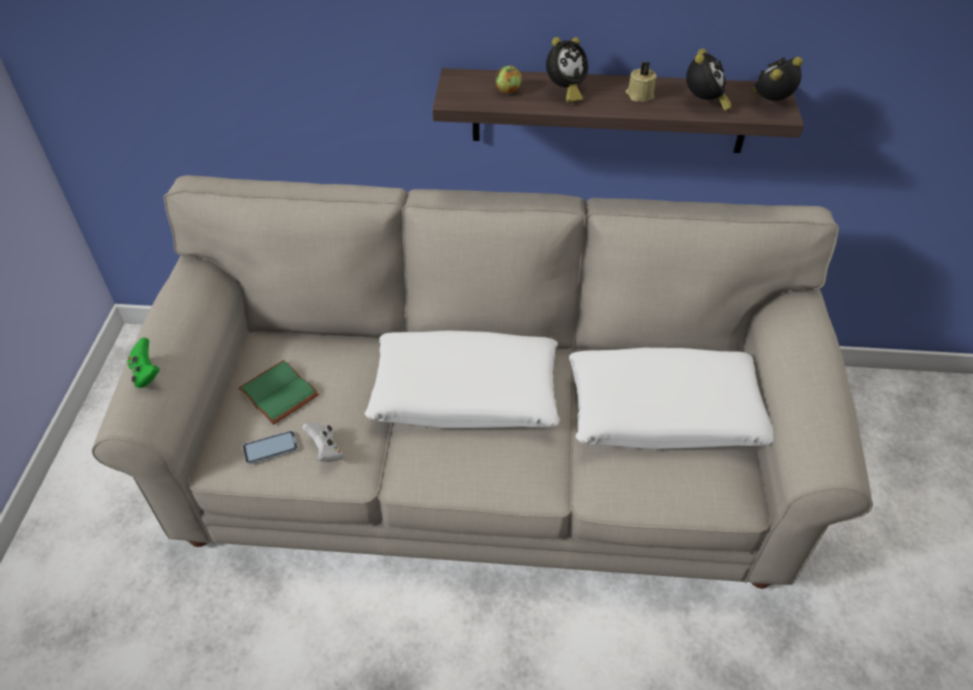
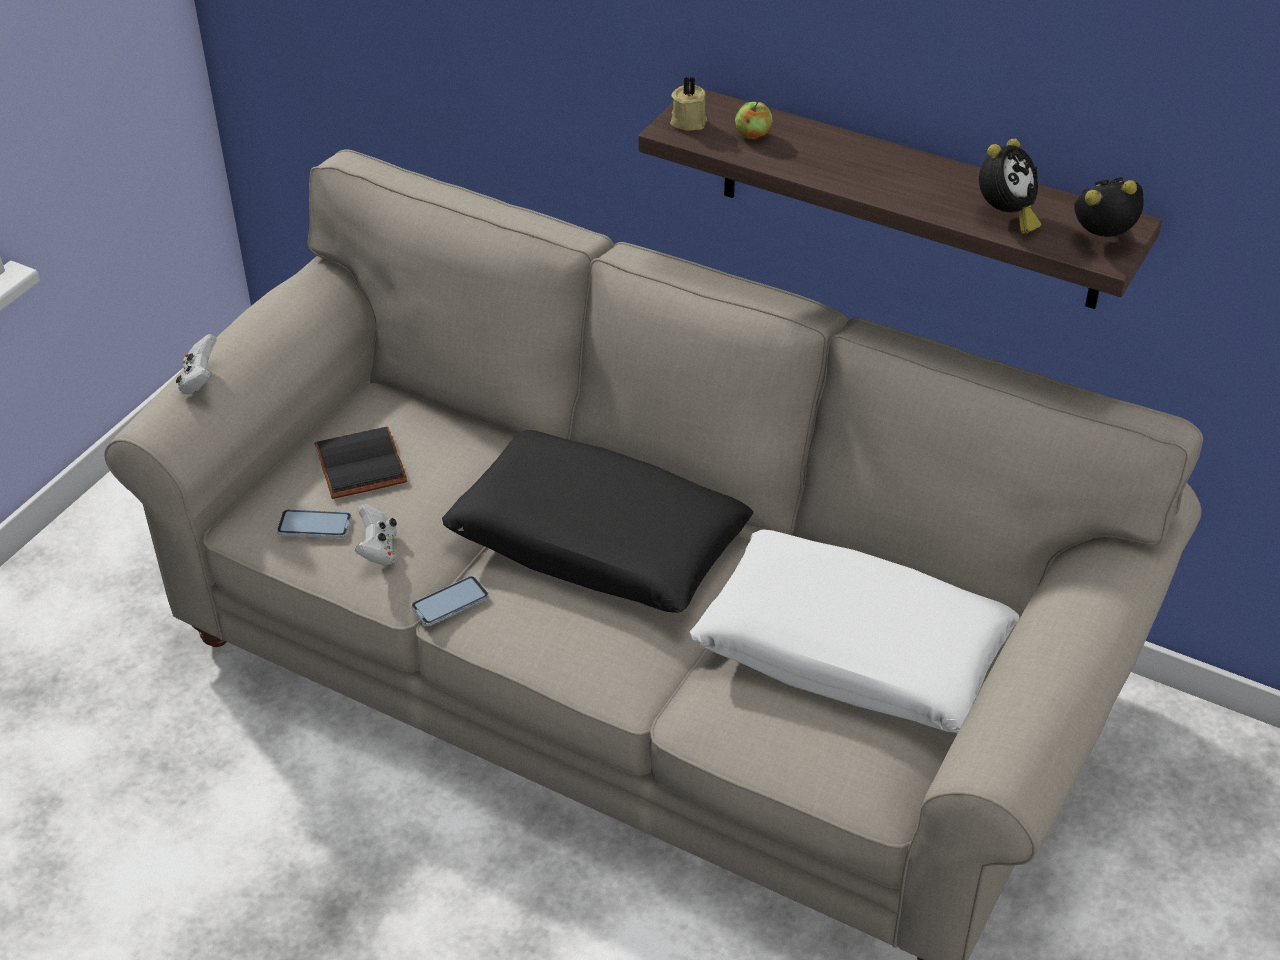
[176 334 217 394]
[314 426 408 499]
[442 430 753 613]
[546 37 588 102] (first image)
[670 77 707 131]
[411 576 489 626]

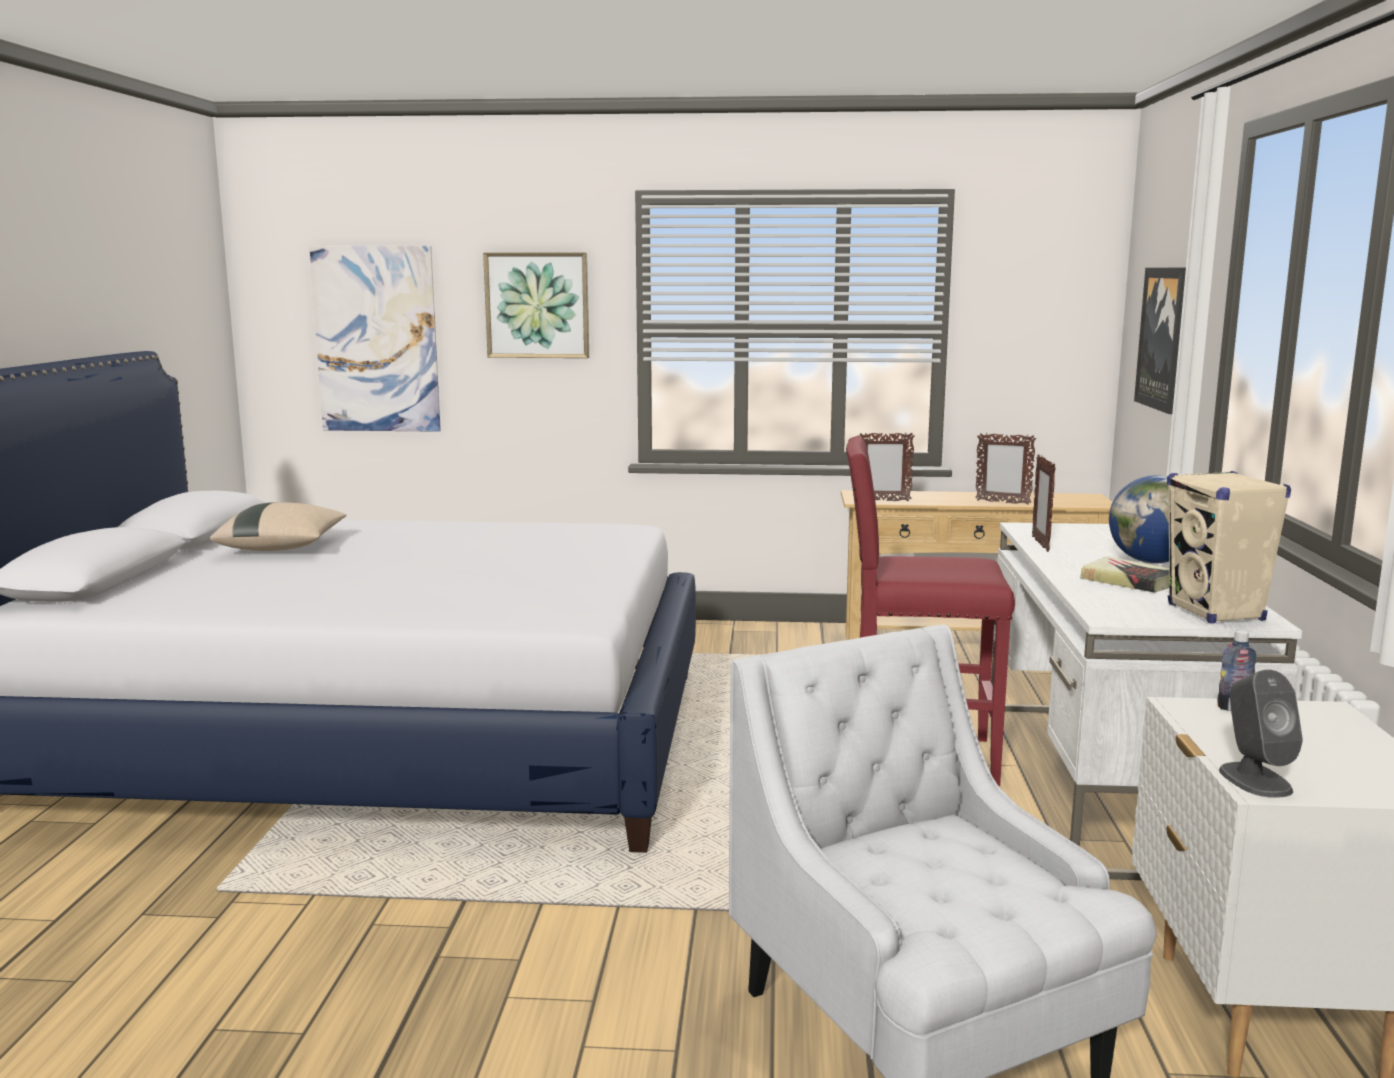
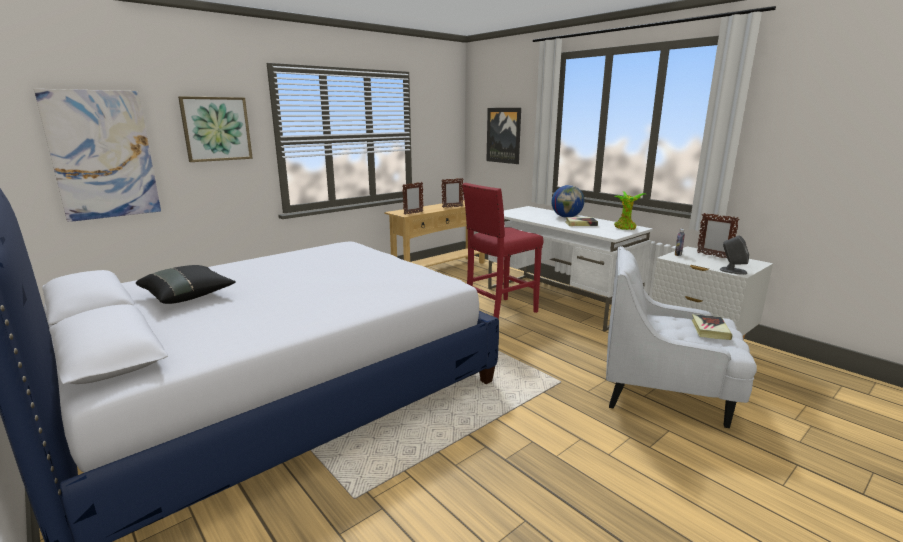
[136 265 236 304]
[697 213 740 258]
[614 191 645 230]
[692 314 732 340]

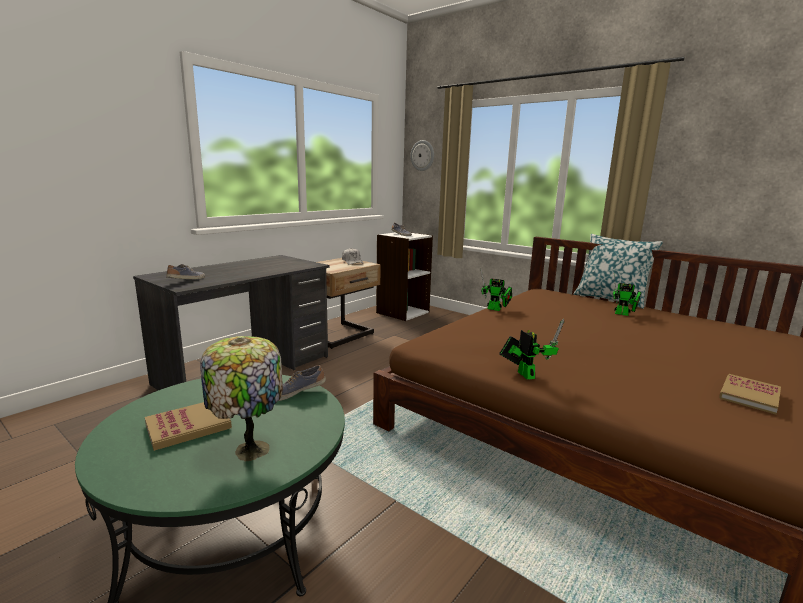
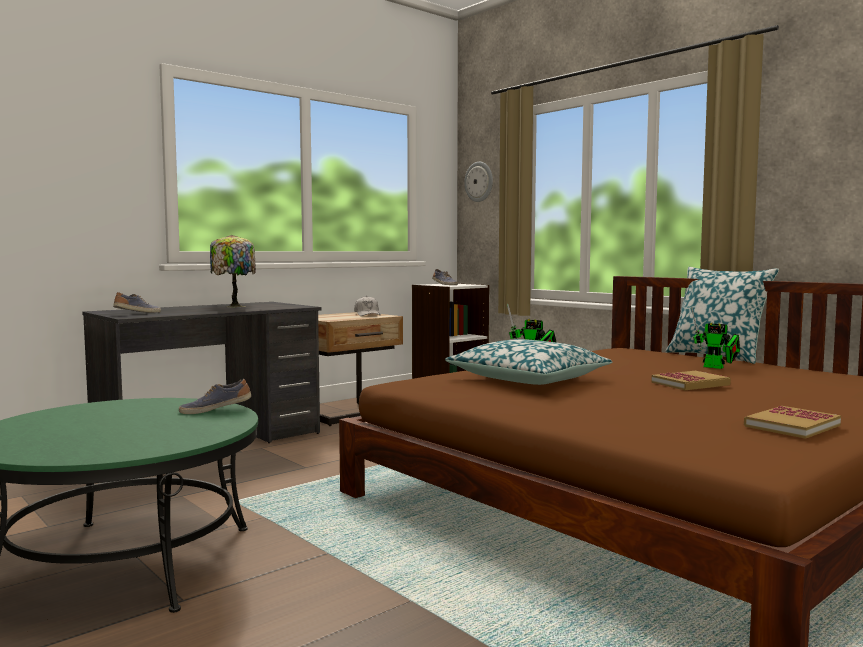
[651 371 731 390]
[210 235 256 307]
[499 319 564 380] (first image)
[445 339 613 385]

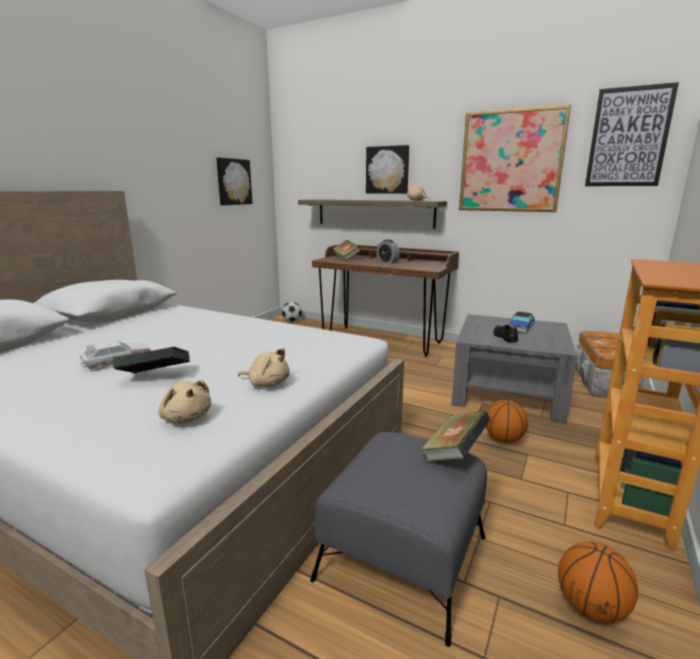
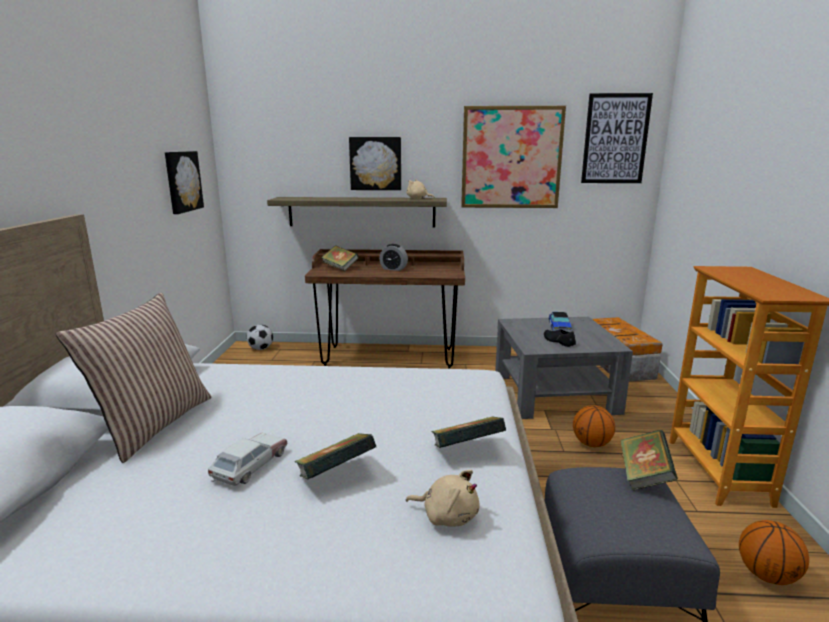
[431 416 506 448]
[56 293 211 463]

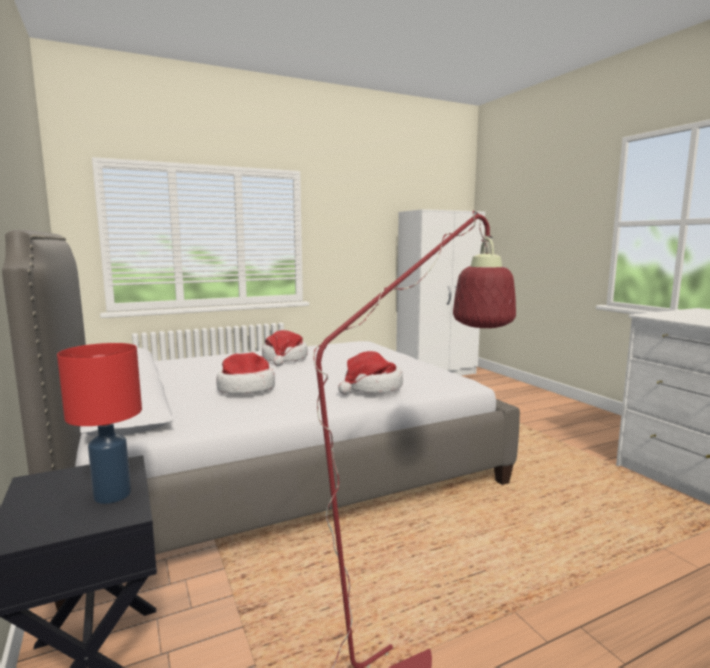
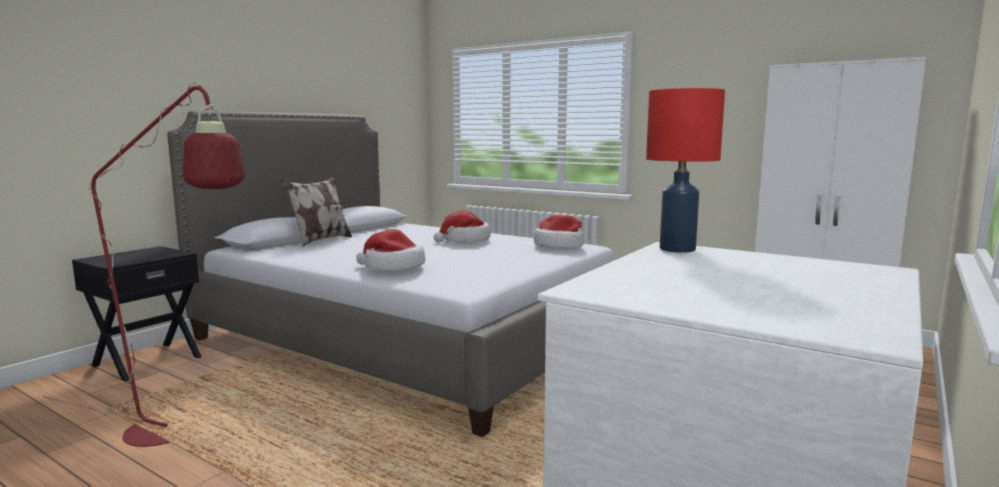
[646 88 725 253]
[534 214 584 248]
[280 177 352 247]

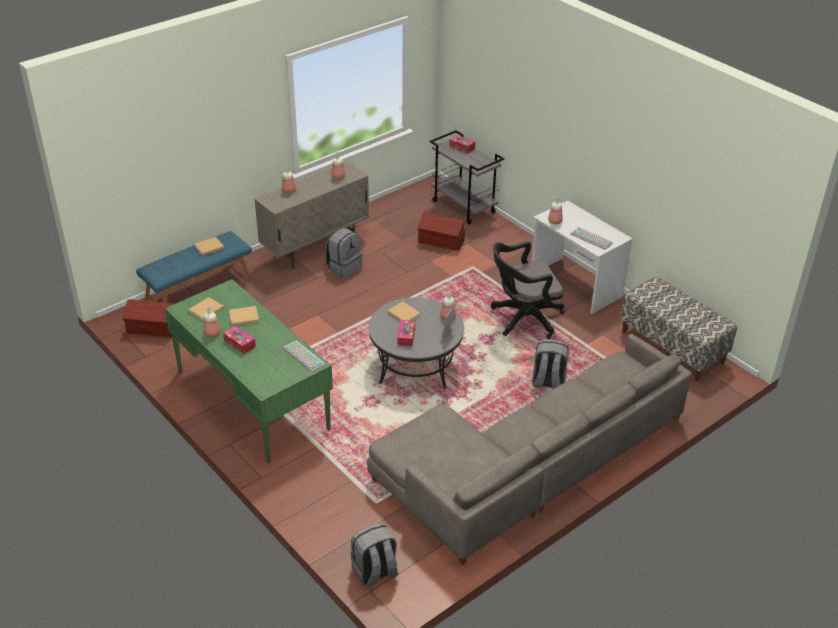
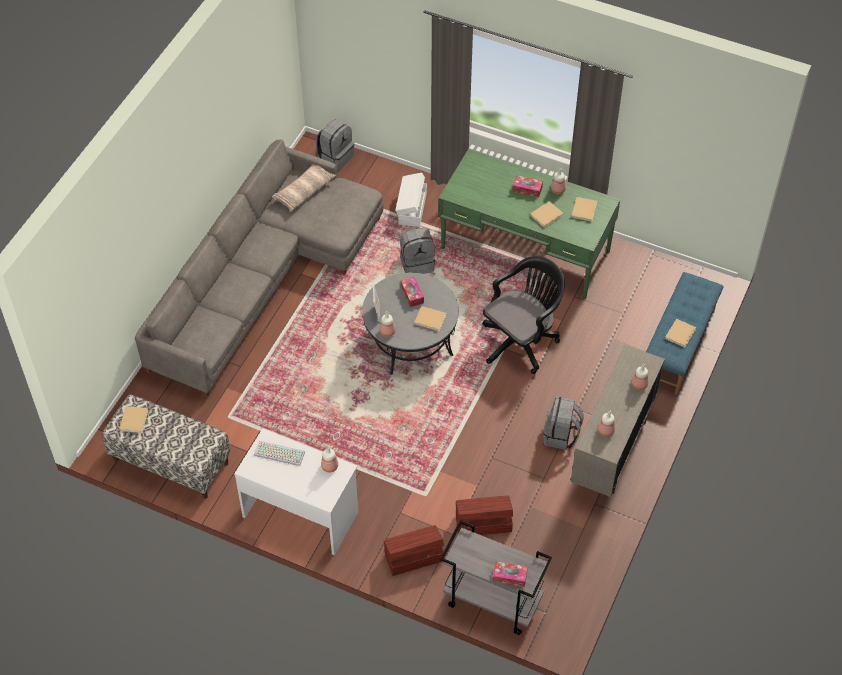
[384 525 444 576]
[283 340 325 372] (first image)
[482 256 565 374]
[400 228 435 274]
[119 406 148 433]
[272 164 336 212]
[395 173 427 227]

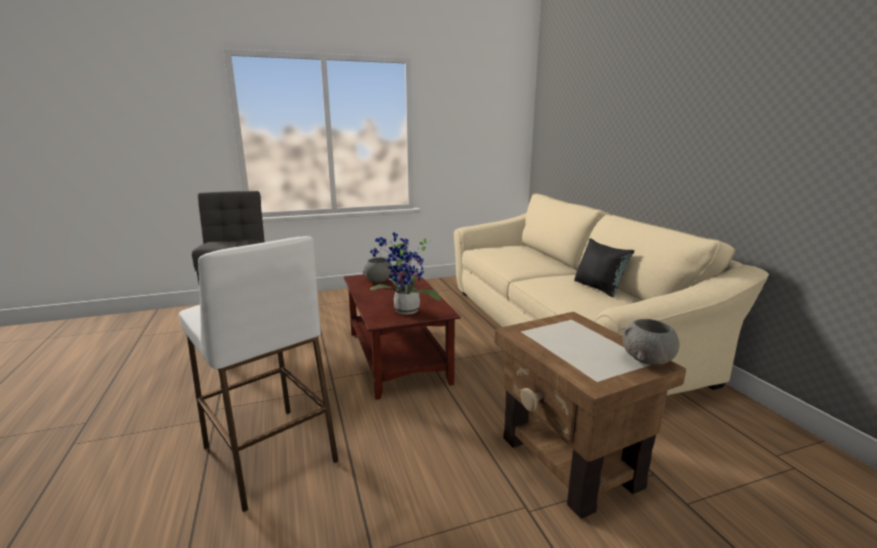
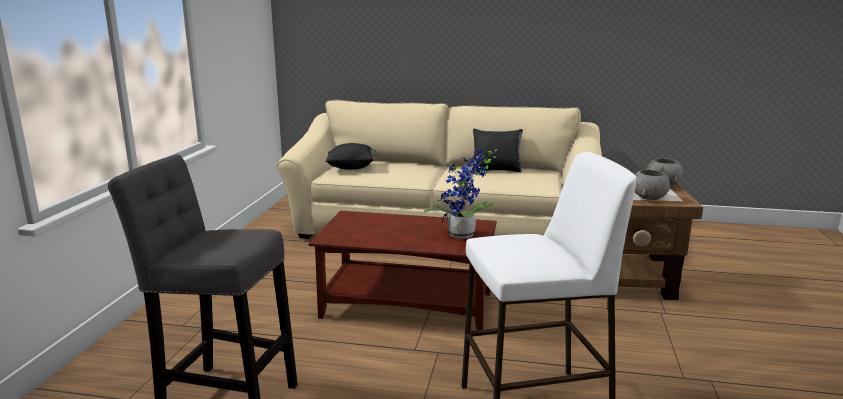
[635 169 670 200]
[325 143 376 170]

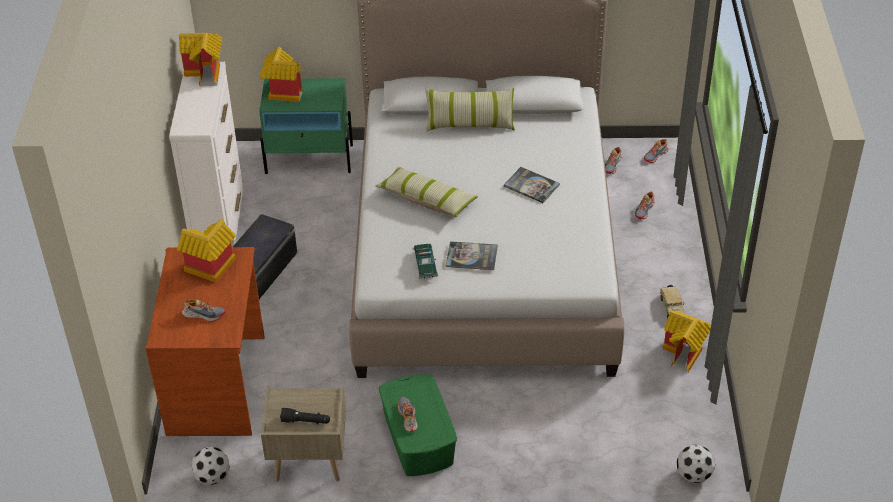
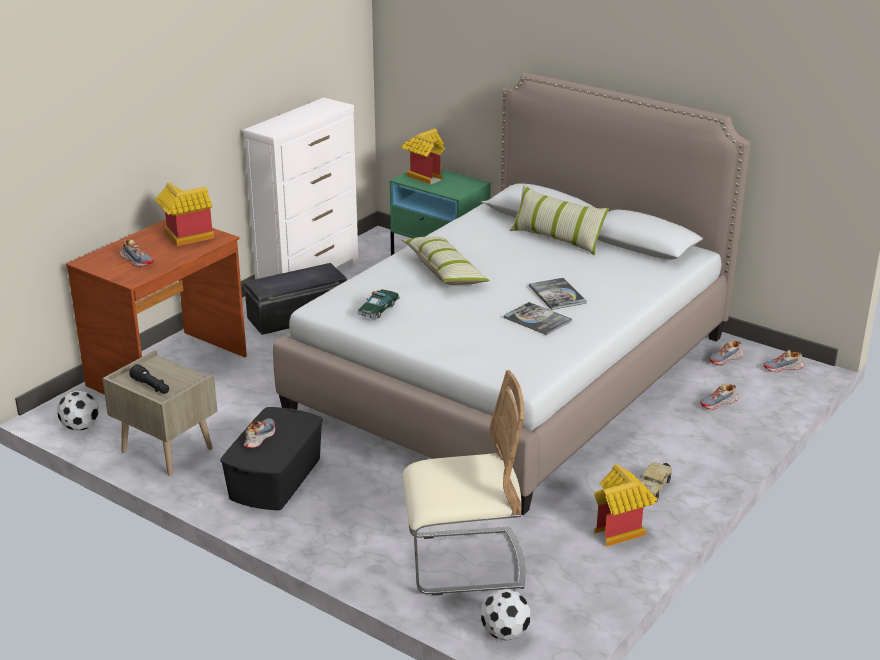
[179 33 222 86] (first image)
[220 407 323 510]
[504 302 572 335]
[403 370 525 596]

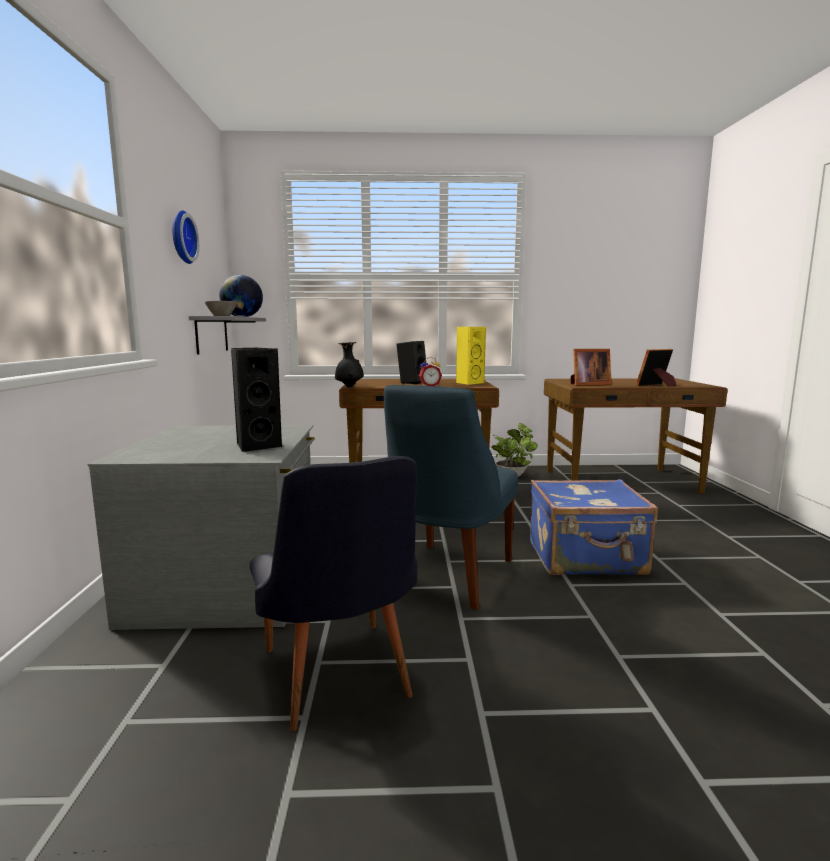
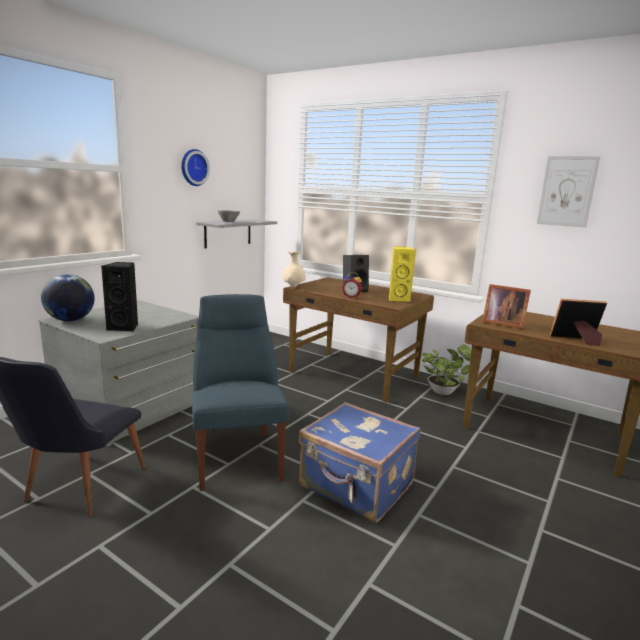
[41 274 95 321]
[282 251 306 287]
[192 294 289 491]
[537 156 601 228]

